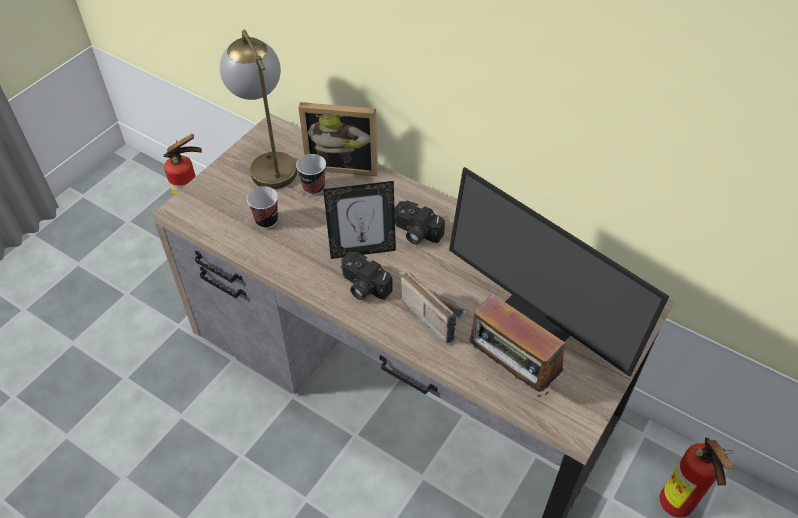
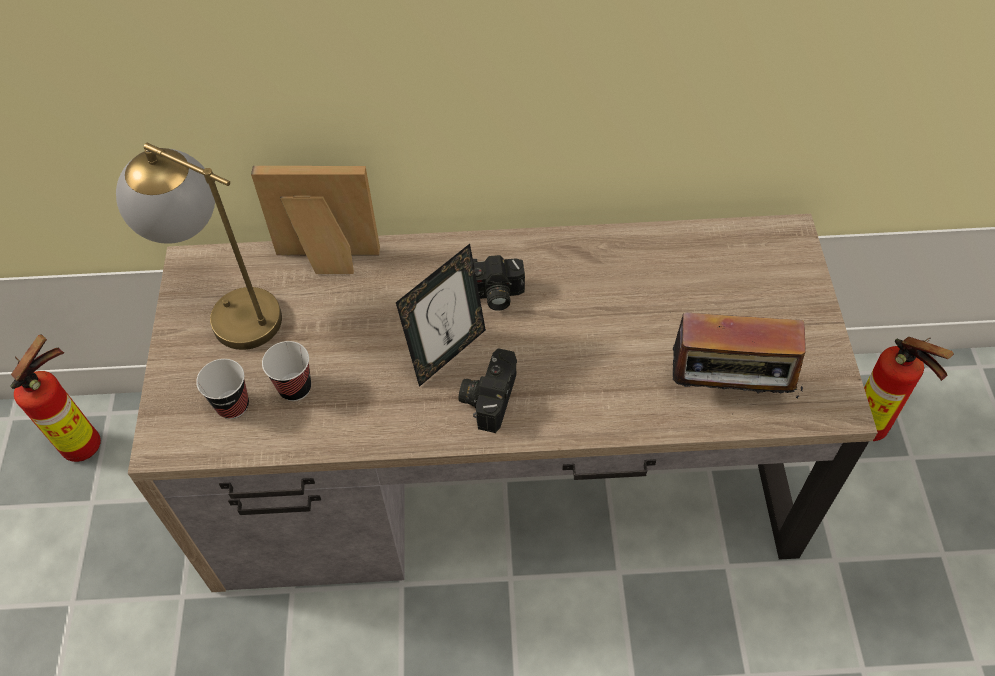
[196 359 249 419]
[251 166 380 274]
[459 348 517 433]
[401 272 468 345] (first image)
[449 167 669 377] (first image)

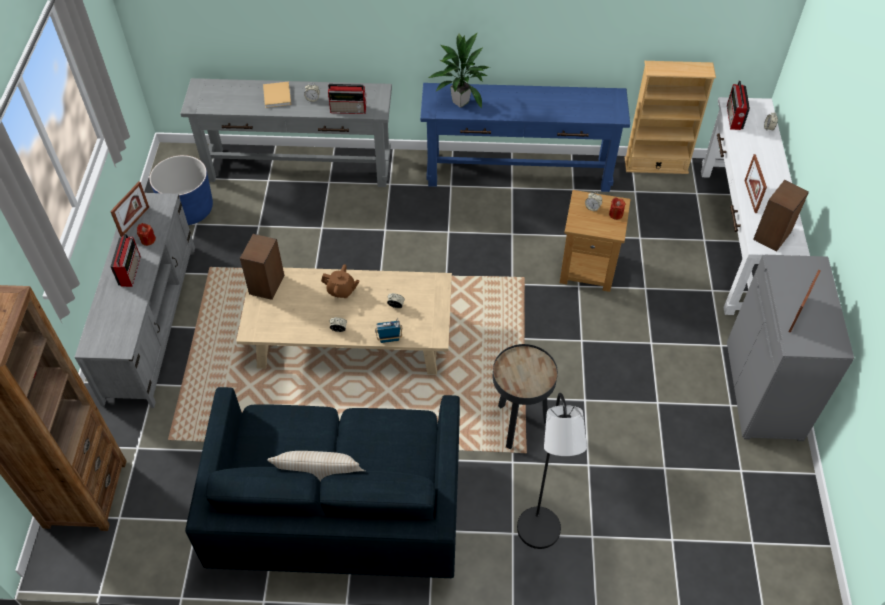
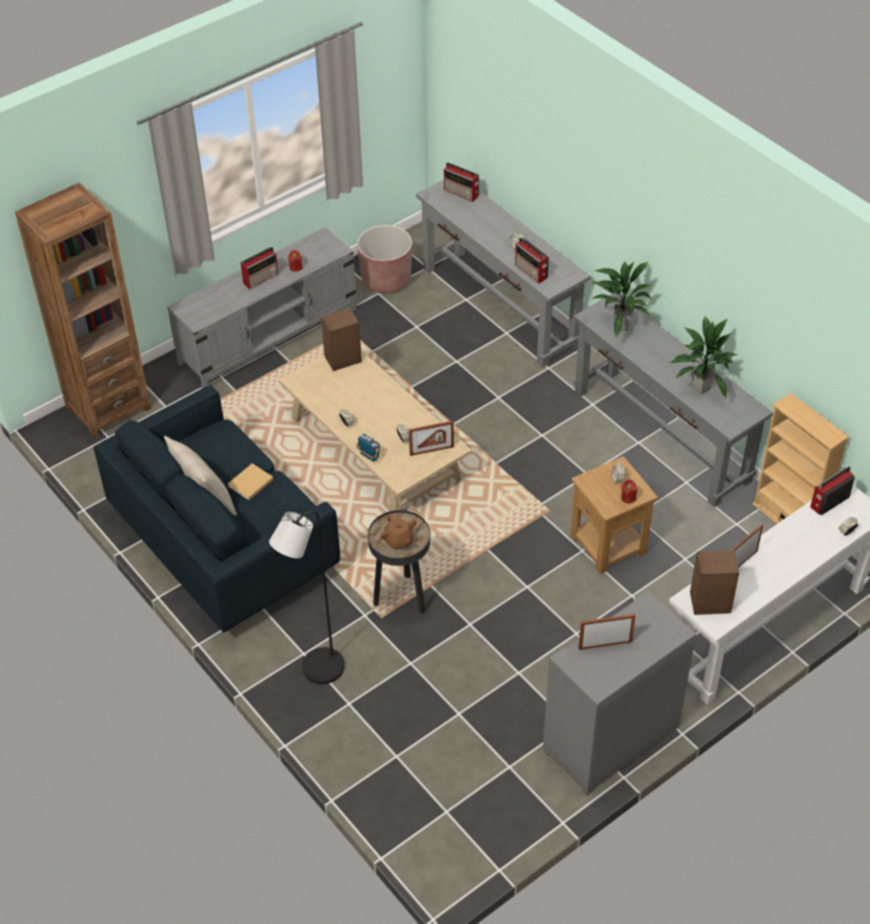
[409 421 454 456]
[357 225 412 293]
[228 463 274 500]
[380 513 417 550]
[573 293 773 507]
[444 162 479 202]
[670 316 738 398]

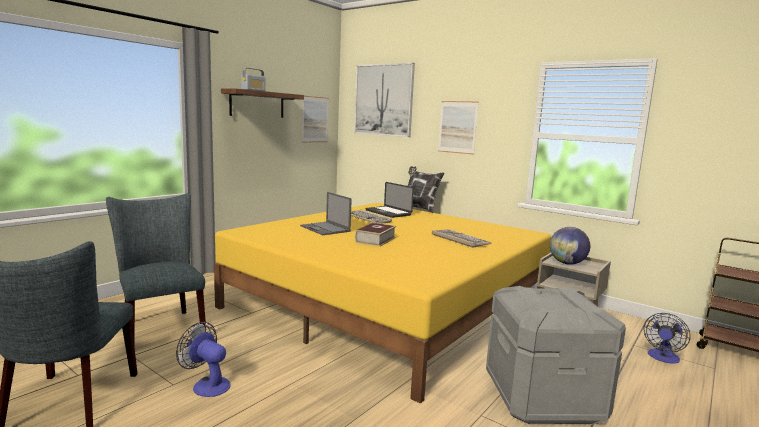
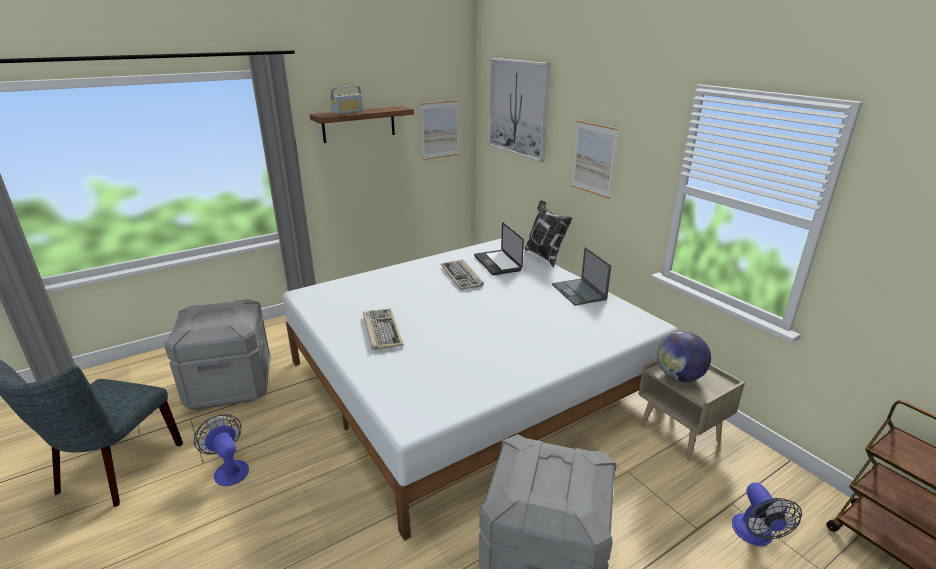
[164 299 271 410]
[283 239 678 541]
[552 247 612 306]
[355 223 396 247] (first image)
[363 309 403 350]
[732 482 802 546]

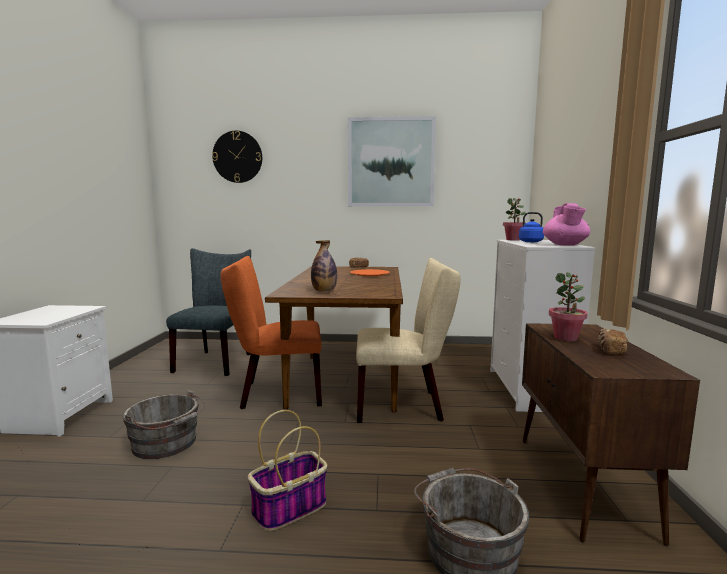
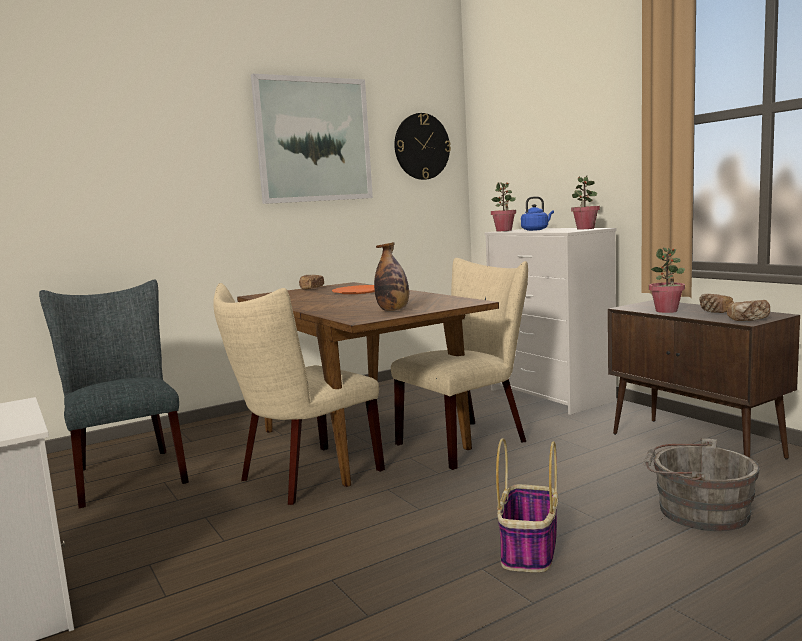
[123 390 205 459] (first image)
[394 113 451 180]
[213 283 385 505]
[571 175 600 229]
[727 300 770 321]

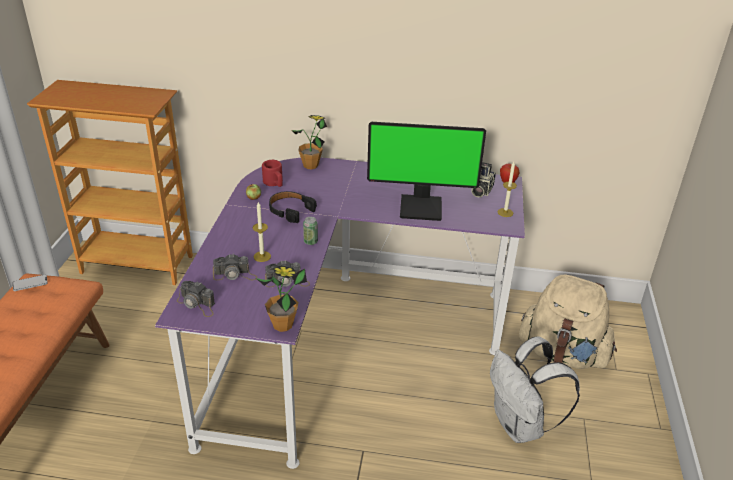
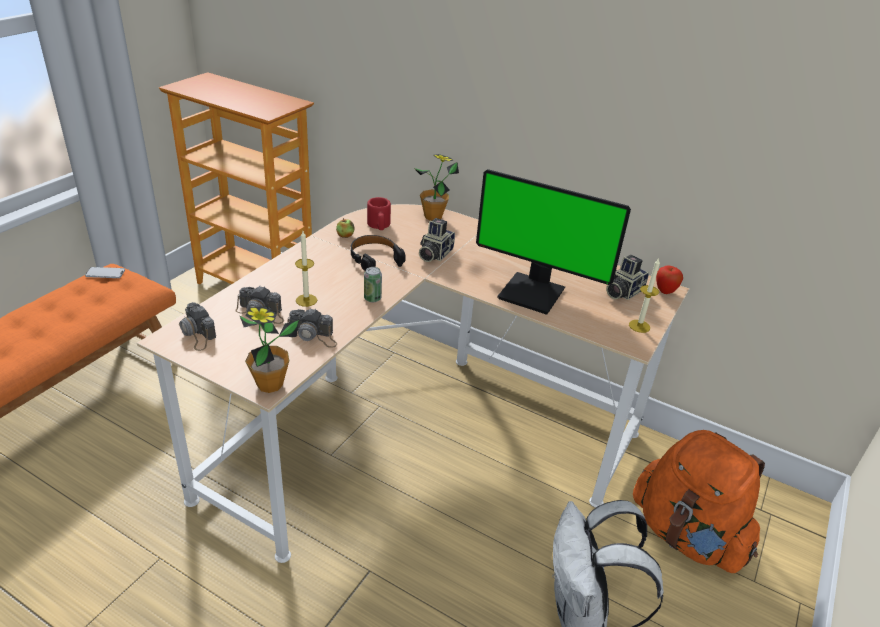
[137 204 689 563]
[633 430 765 573]
[419 218 455 262]

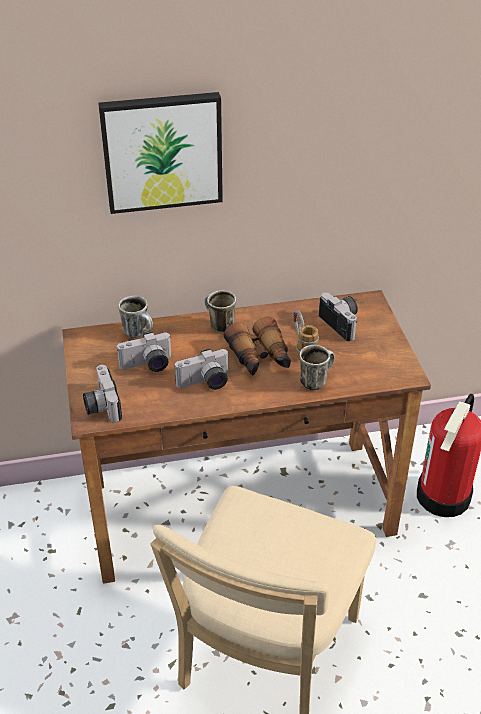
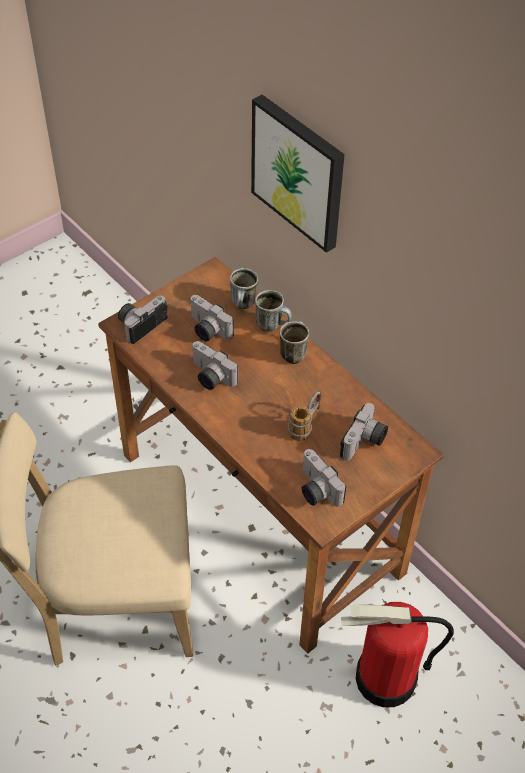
[224 317 291 376] (first image)
[255 290 292 332]
[302 449 346 507]

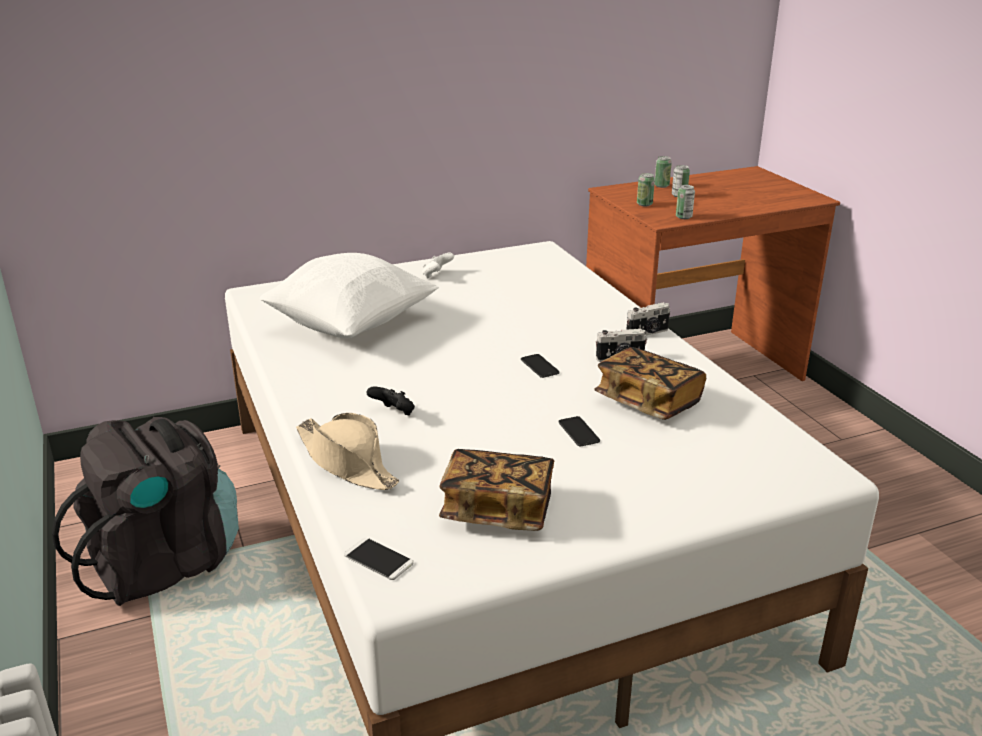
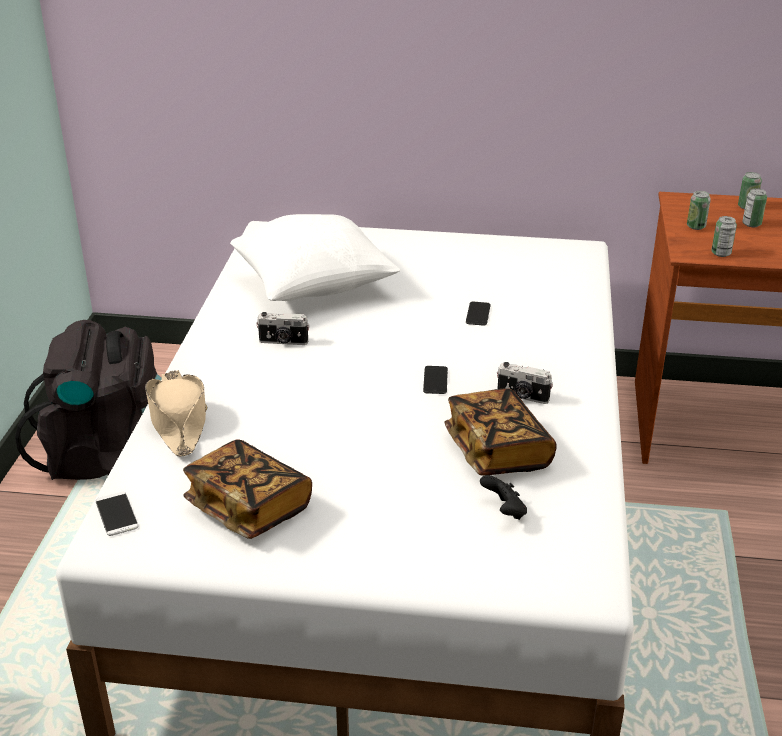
[480 475 527 520]
[422 252 454 279] (first image)
[466 301 491 326]
[256 312 309 345]

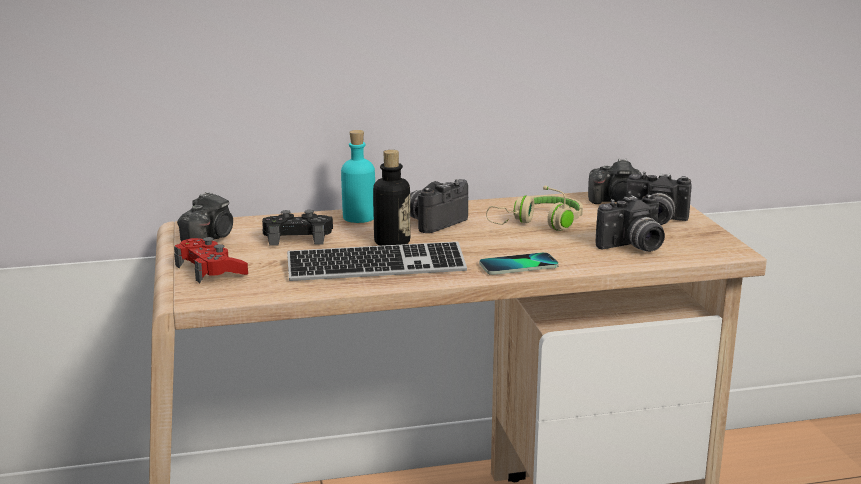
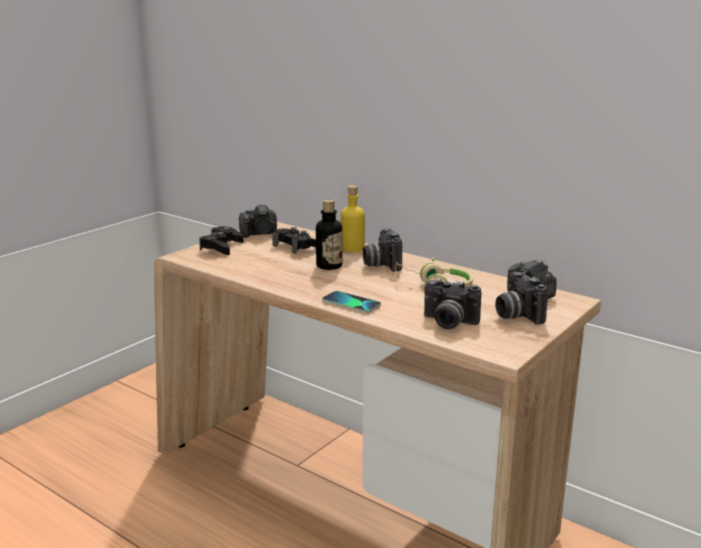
[199 226 244 255]
[287 242 467 281] (first image)
[341 185 365 252]
[363 228 402 272]

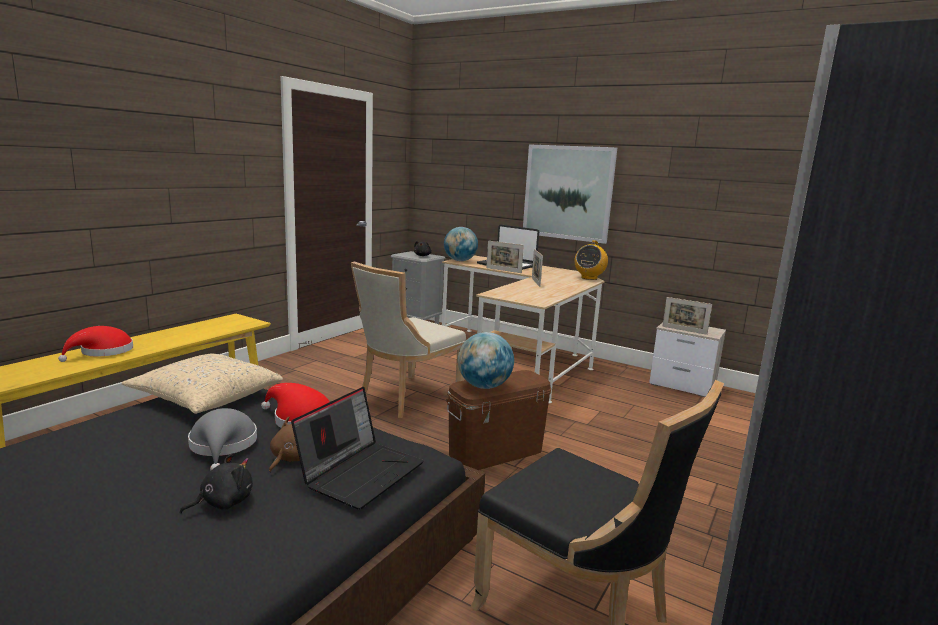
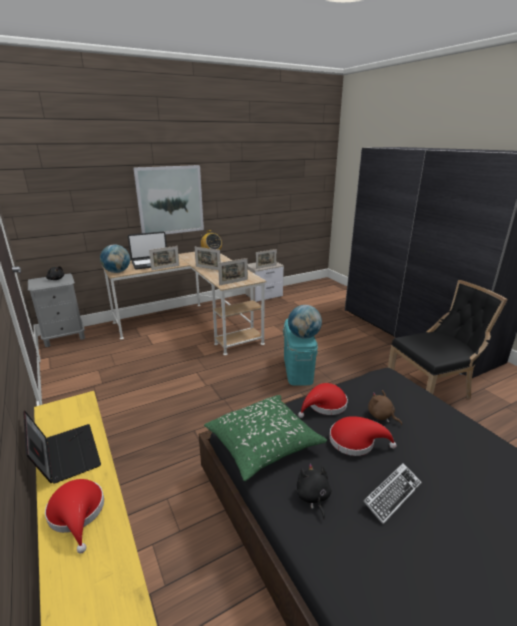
[204 395 327 481]
[297 463 331 519]
[329 416 397 456]
[23 410 101 484]
[351 262 466 418] (first image)
[283 319 318 386]
[218 258 248 286]
[363 463 422 525]

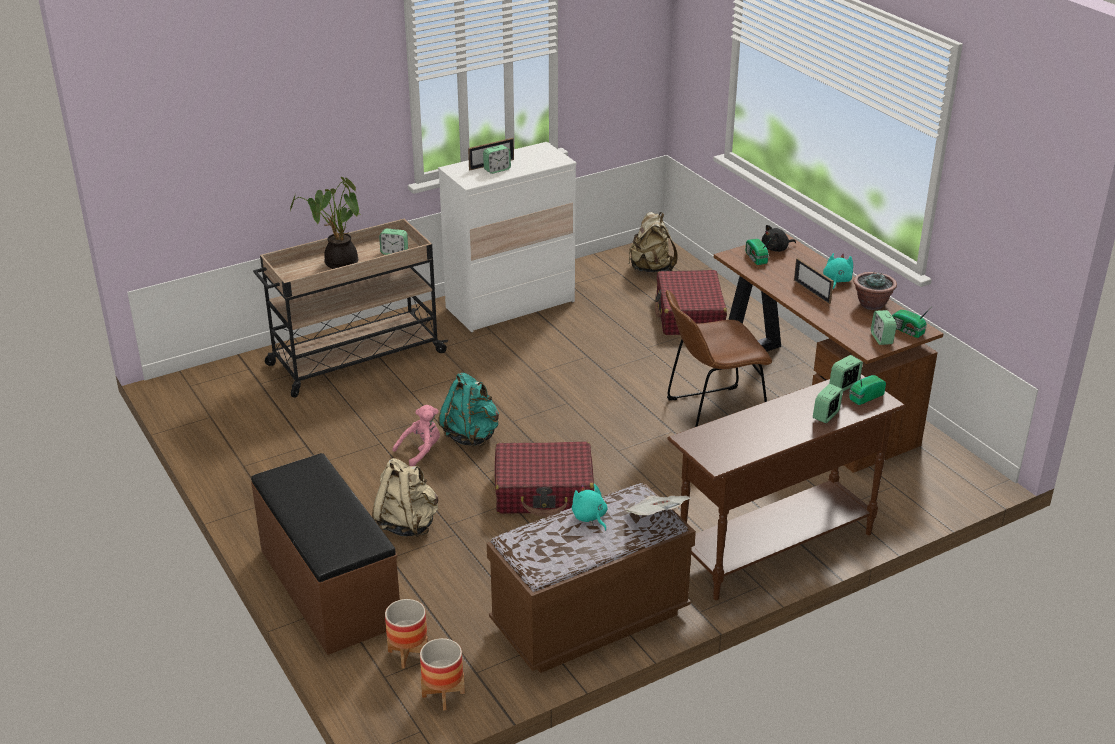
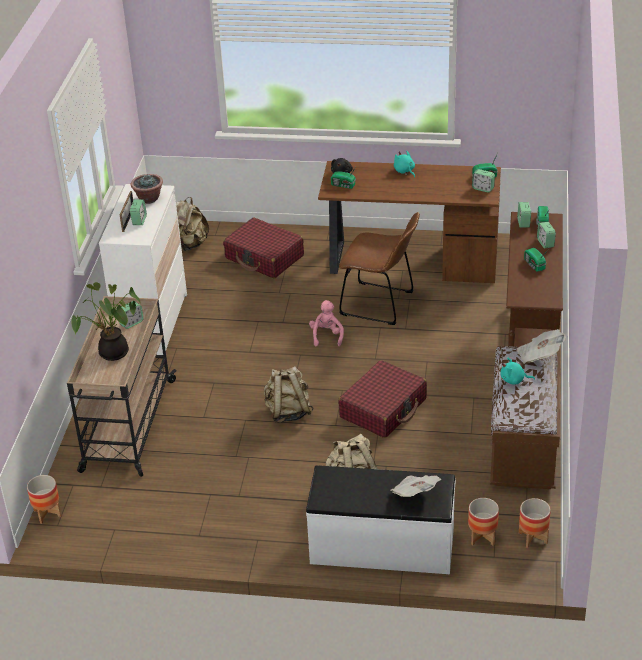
[306 465 456 574]
[309 300 344 346]
[264 366 314 423]
[339 212 420 325]
[794 258 834 304] (first image)
[131 174 163 204]
[27 475 61 524]
[390 475 441 497]
[524 248 548 272]

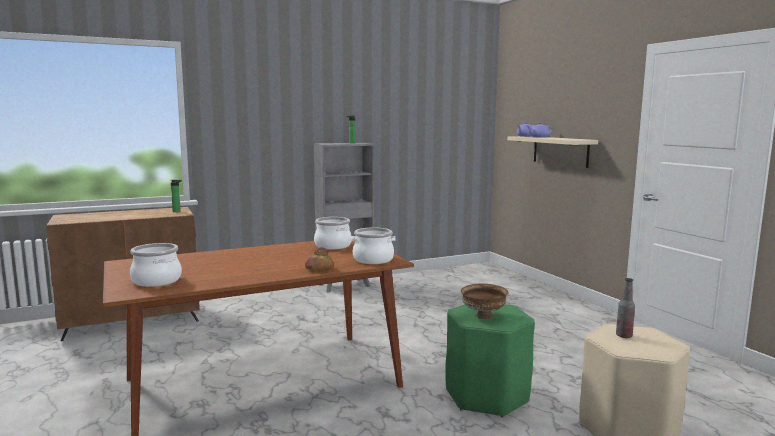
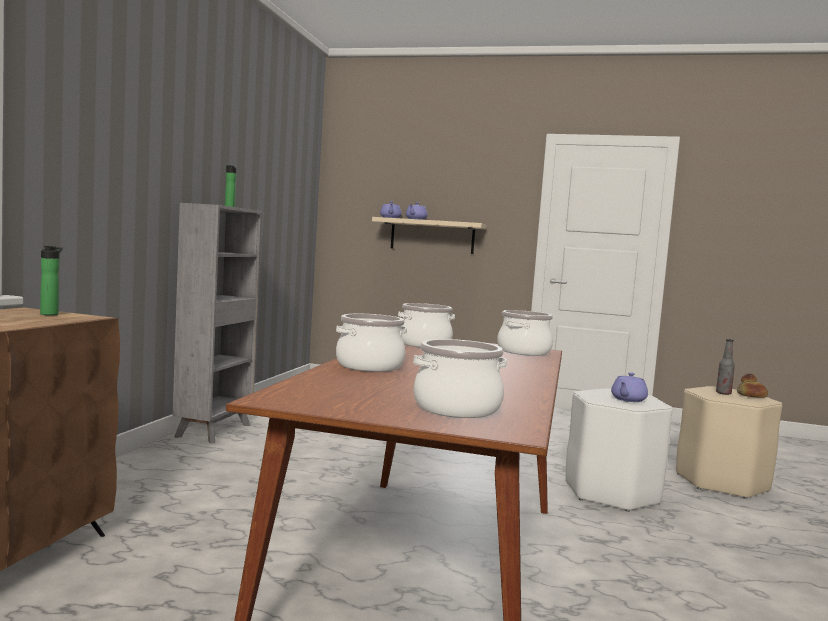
[737 374 768 398]
[566 389 672 512]
[611 372 648 402]
[336 314 407 372]

